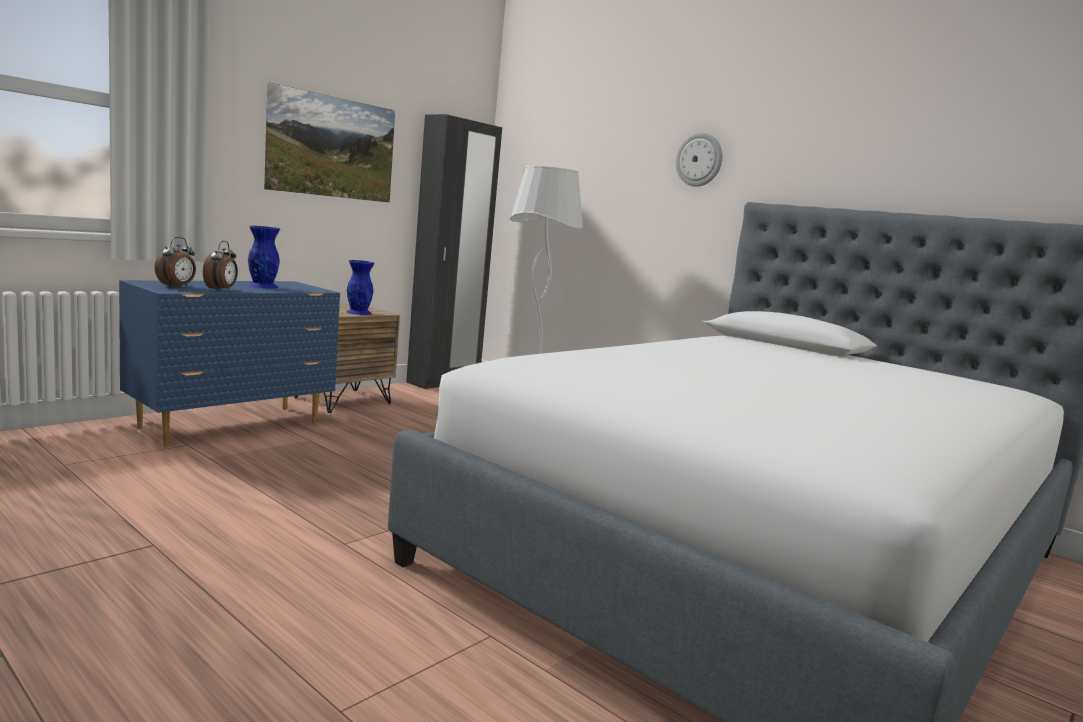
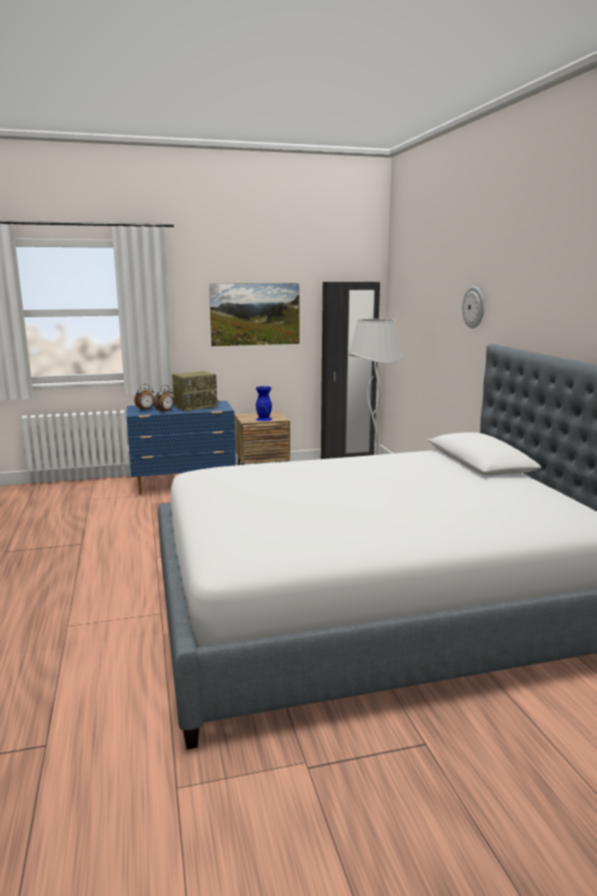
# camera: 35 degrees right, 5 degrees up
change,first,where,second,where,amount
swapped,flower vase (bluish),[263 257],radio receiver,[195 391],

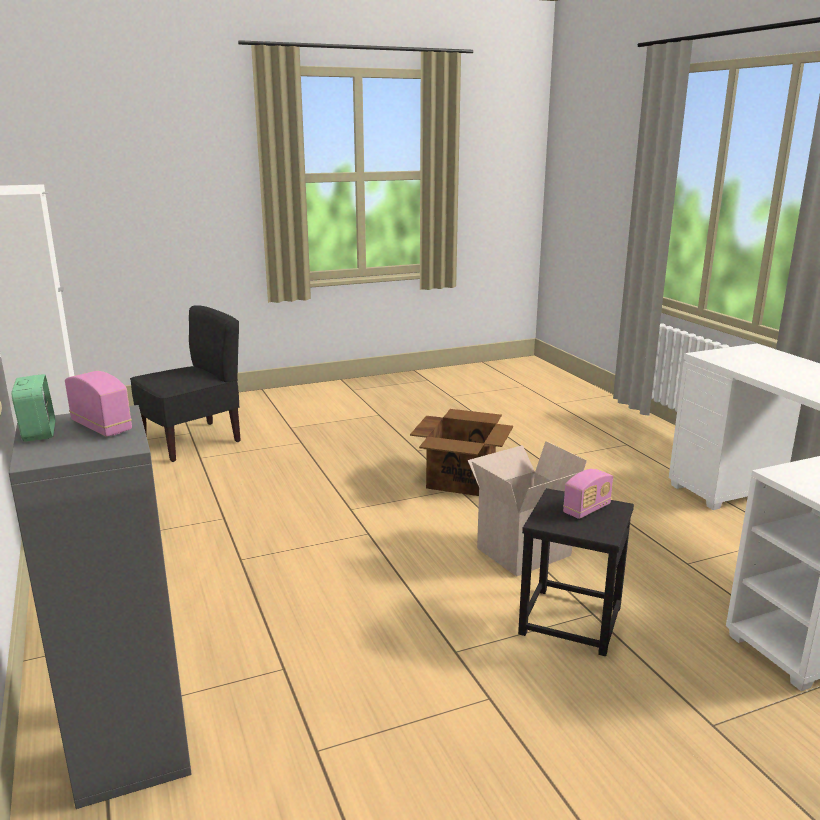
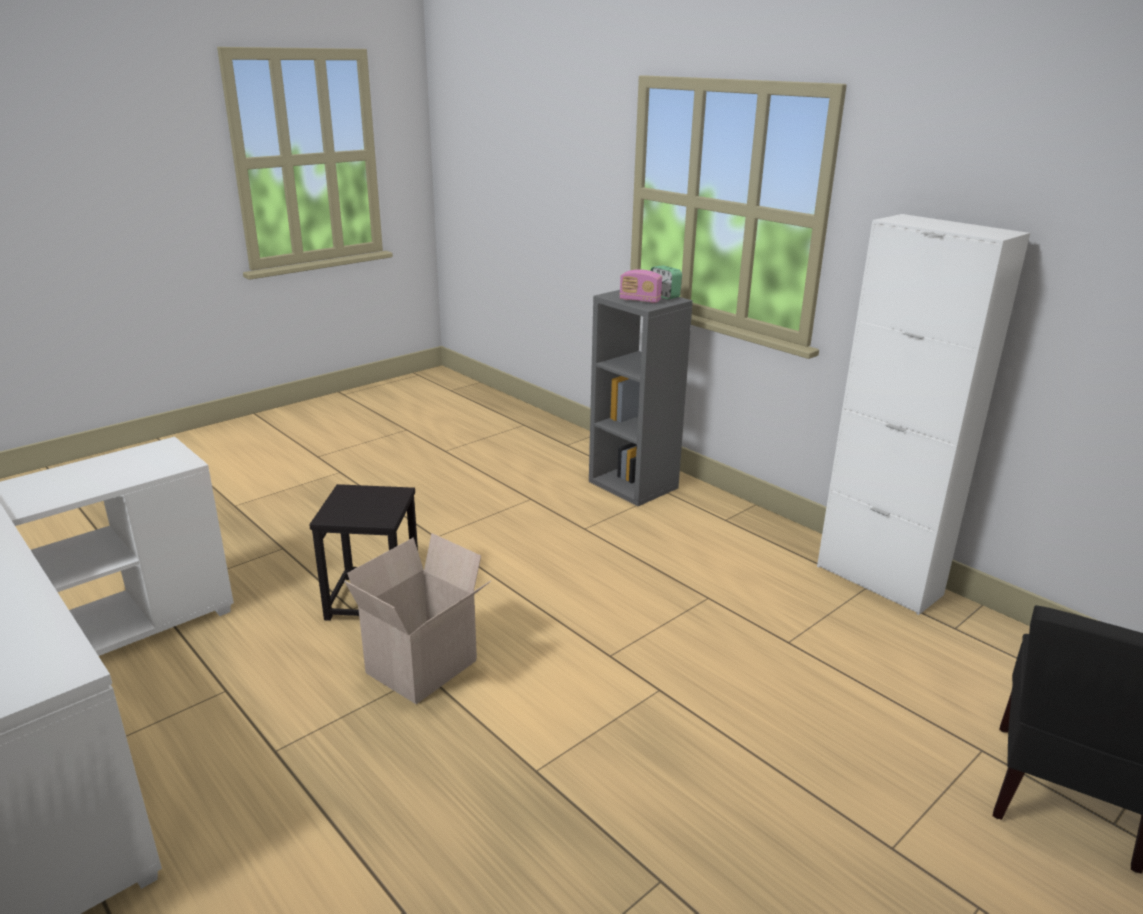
# camera: 160 degrees right, 5 degrees up
change,first,where,second,where,amount
gone,packing box,[461 452],,,
gone,radio receiver,[588 494],,,

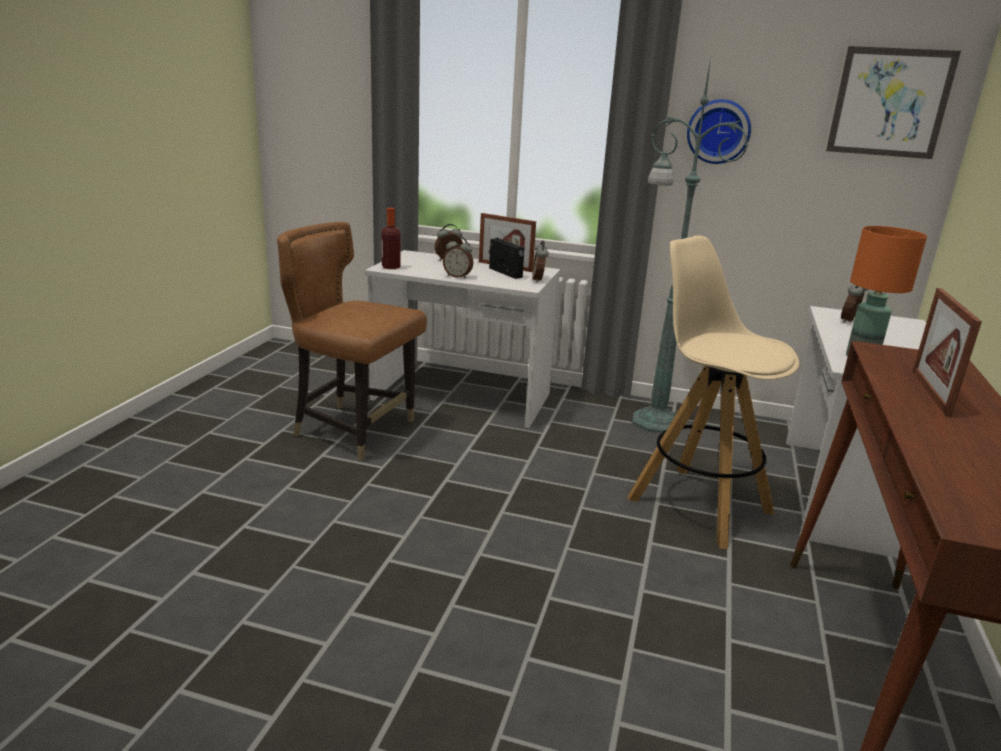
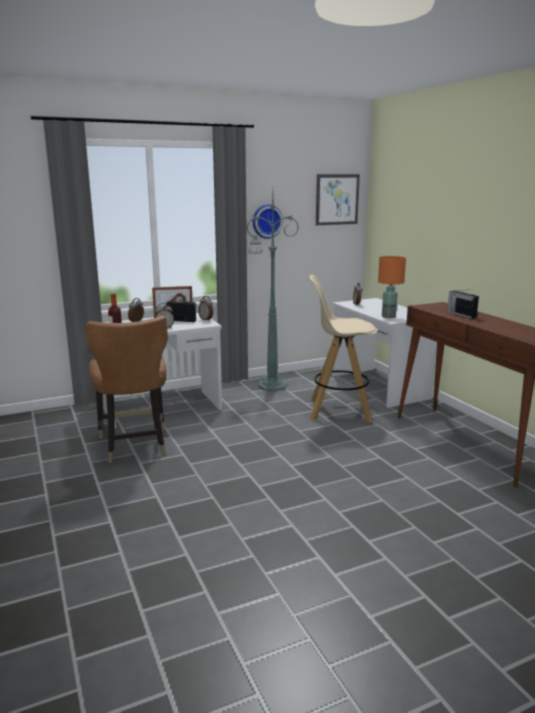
# camera: 40 degrees left, 5 degrees down
change,first,where,second,where,amount
rotated,upright chair (brown),[352 341],,[126 389],90 degrees counterclockwise
swapped,standing frame,[947 352],radio receiver,[463 304],

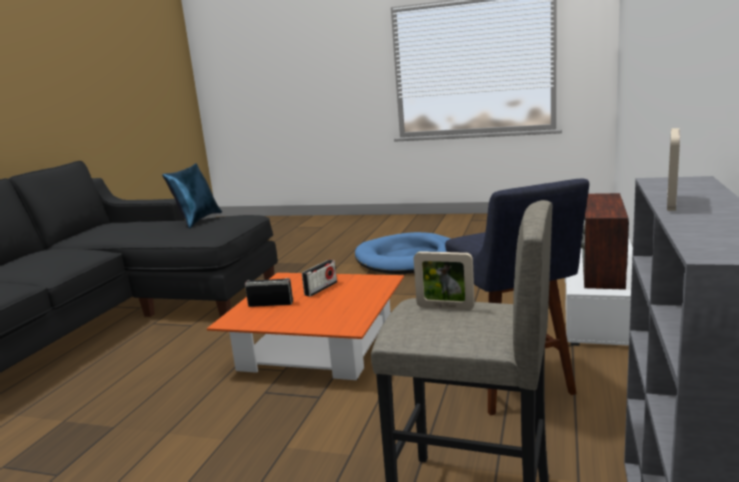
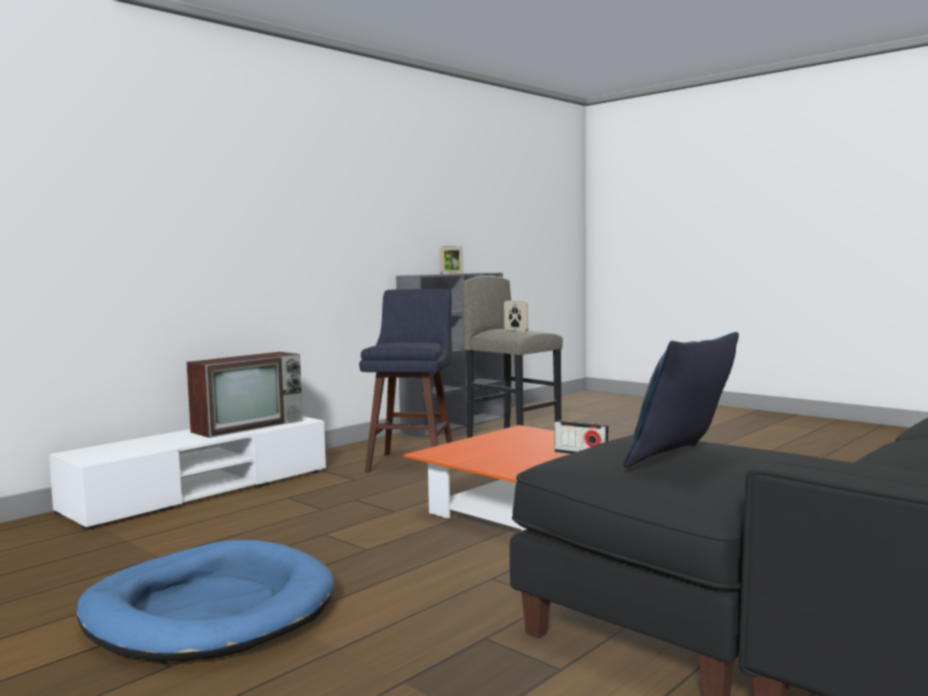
# camera: 155 degrees left, 10 degrees down
change,first,where,second,where,amount
gone,radio receiver,[319 278],,,

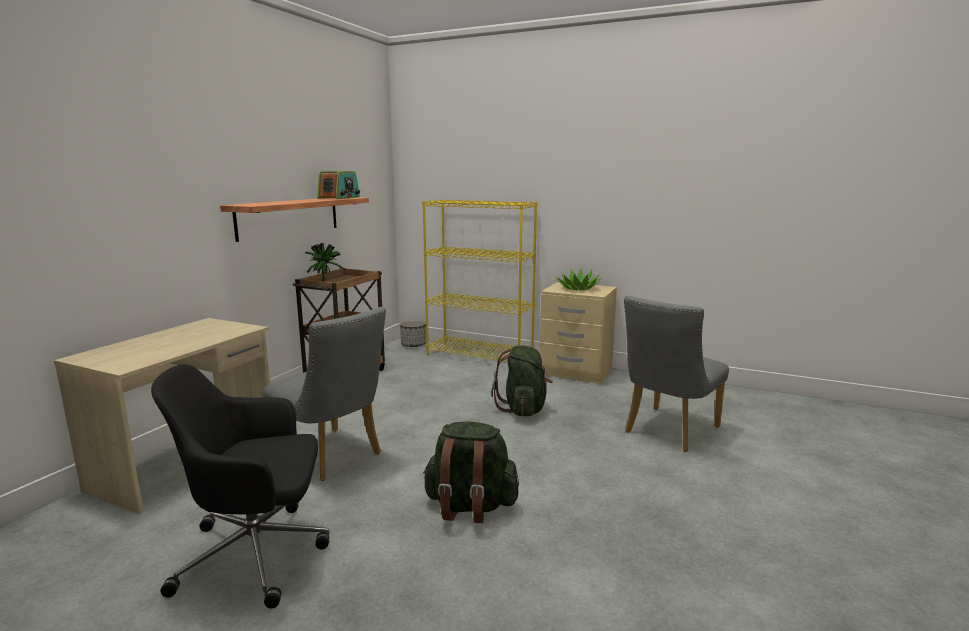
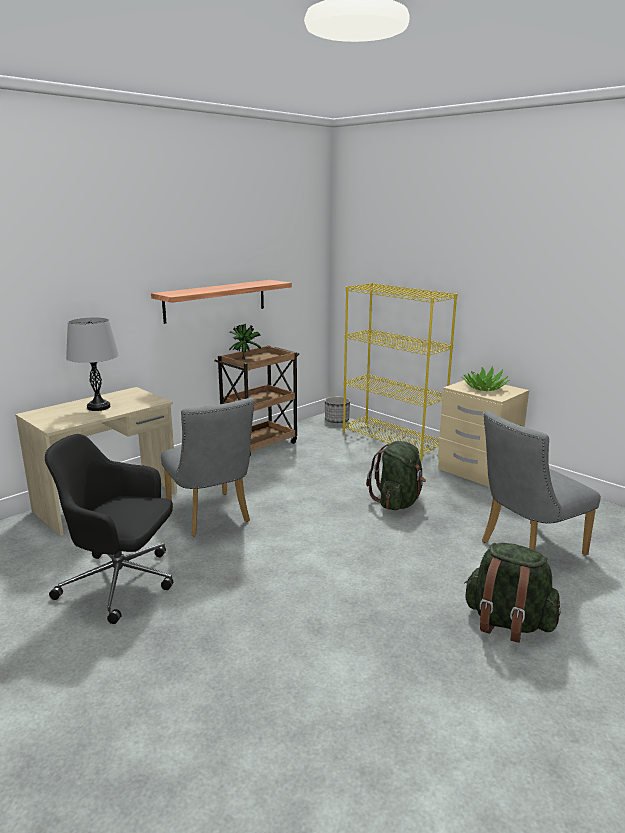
# camera: 20 degrees right, 5 degrees up
change,first,where,second,where,amount
gone,radio receiver,[338 185],,,
shifted,knapsack (green-coloured),[471 472],,[513 593],
new,,,table lamp (grey),[92 364],

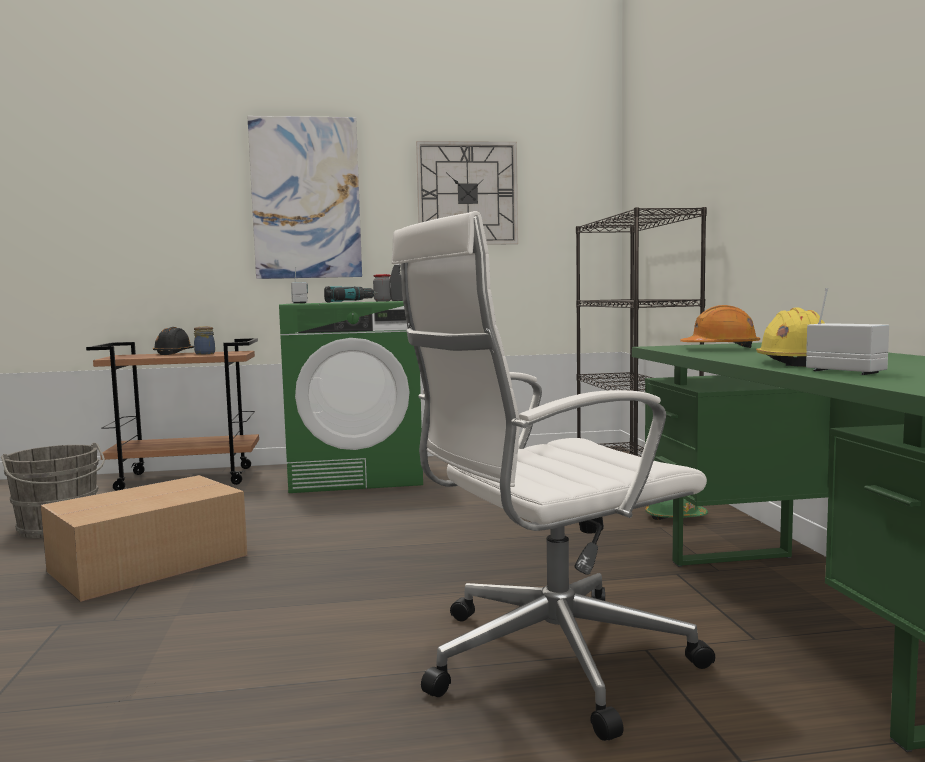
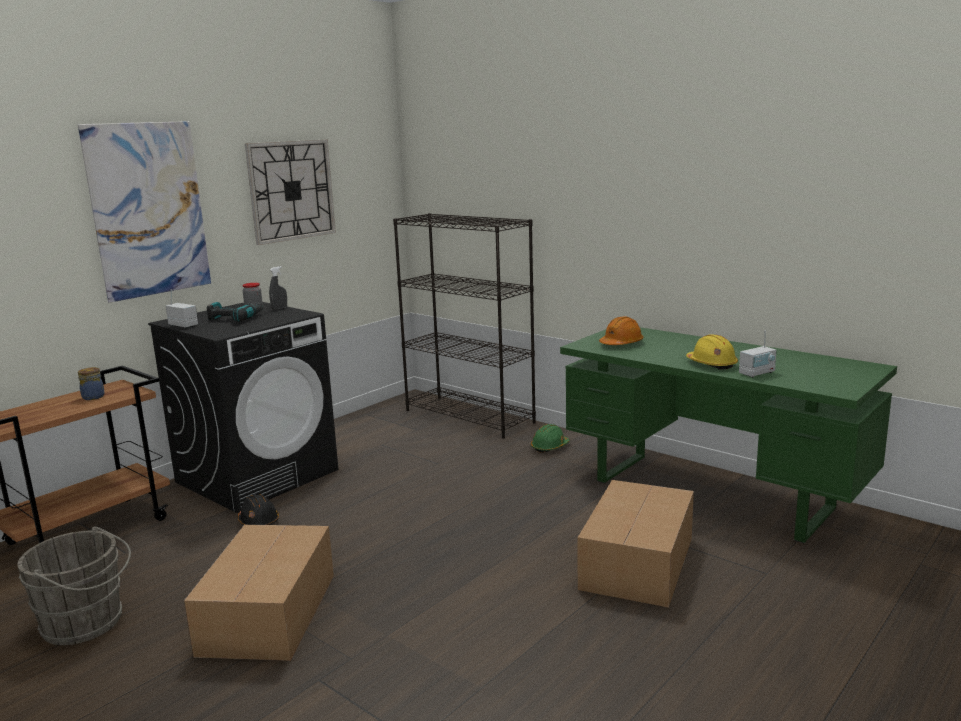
# camera: 40 degrees left, 10 degrees up
change,first,where,second,where,amount
shifted,safety helmet (blackish),[173 341],,[258 509],
repainted,laundry machine (green-coloured),[351 397],laundry machine (blackish),[243 407],
swapped,office chair (white-coloured),[553 476],packing box,[636 544],
rotated,radio receiver,[847 331],,[757 354],135 degrees clockwise

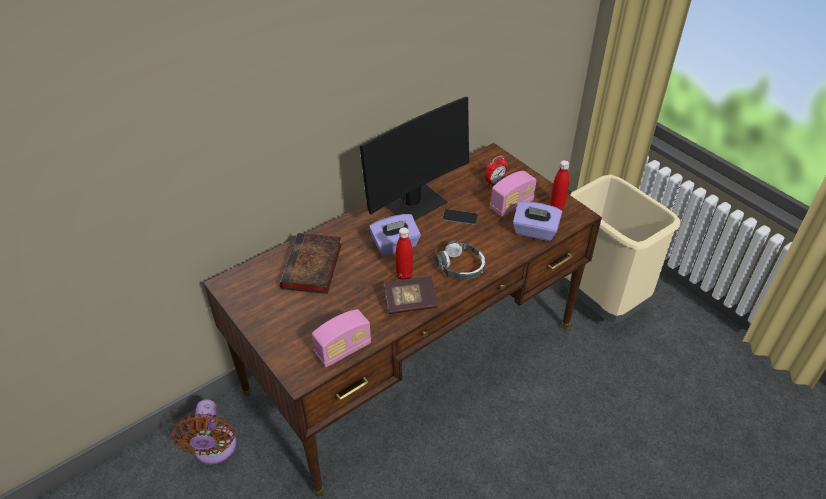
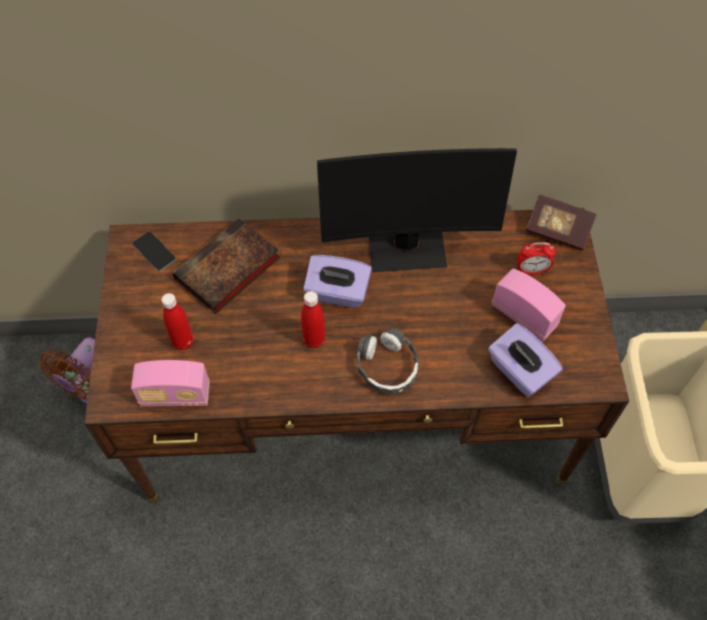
# camera: 35 degrees right, 15 degrees up
change,first,where,second,where,amount
shifted,bound book,[410 295],,[561 223],
shifted,telephone,[460 217],,[154 251],
rotated,radio receiver,[513 194],,[529 305],135 degrees counterclockwise
shifted,bottle (red-coloured),[560 185],,[177 321],

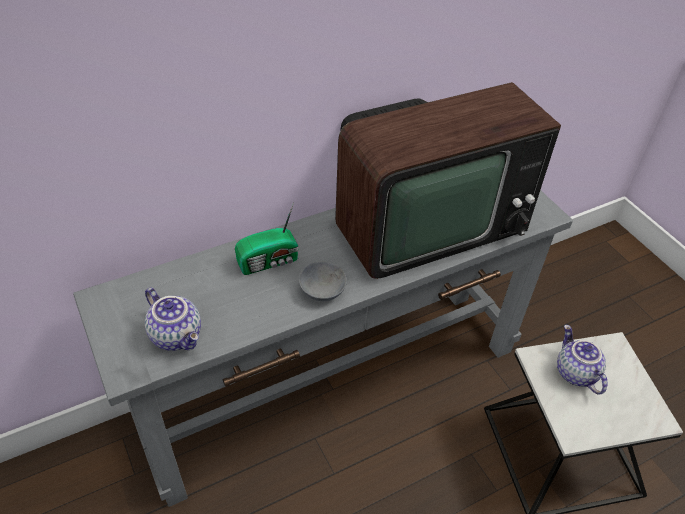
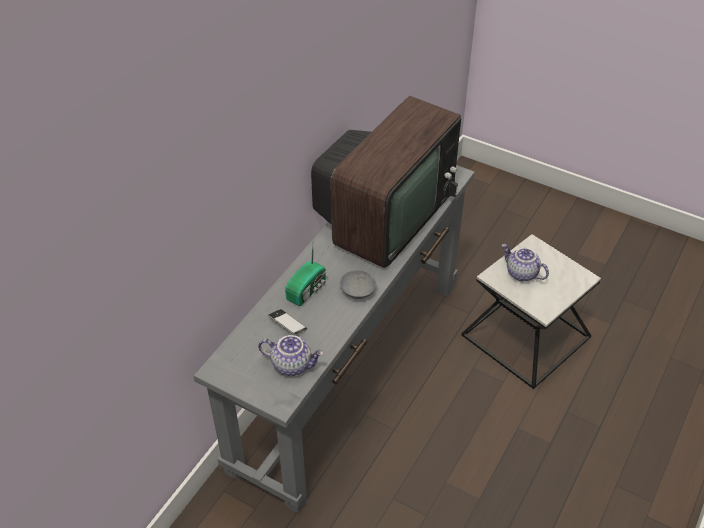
# camera: 30 degrees left, 0 degrees up
change,first,where,second,where,amount
new,,,telephone,[287 322],

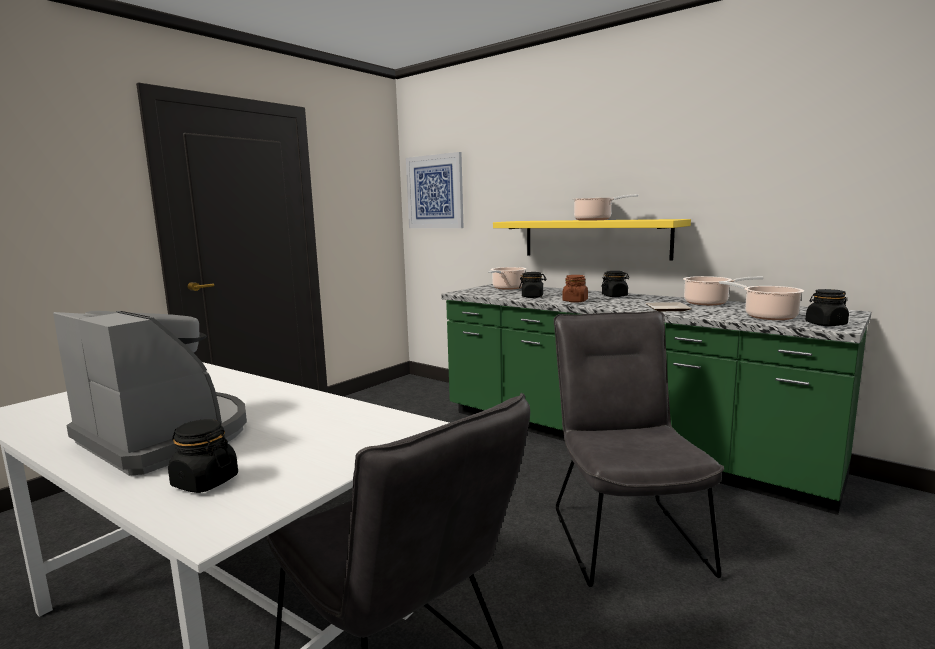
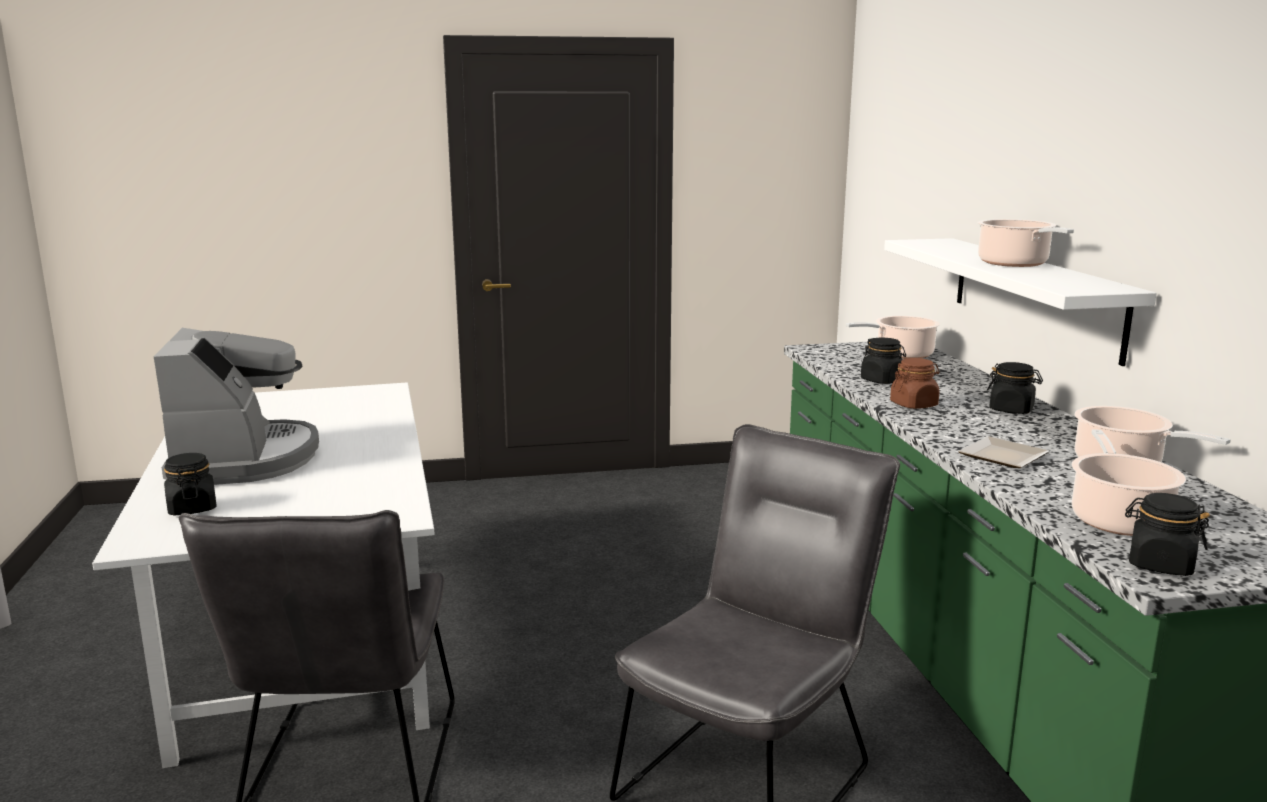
# camera: 40 degrees right, 5 degrees up
change,first,where,second,where,amount
gone,wall art,[434 190],,,
repainted,bracket shelf (yellowish),[592 240],bracket shelf (white-coloured),[1020 302],

